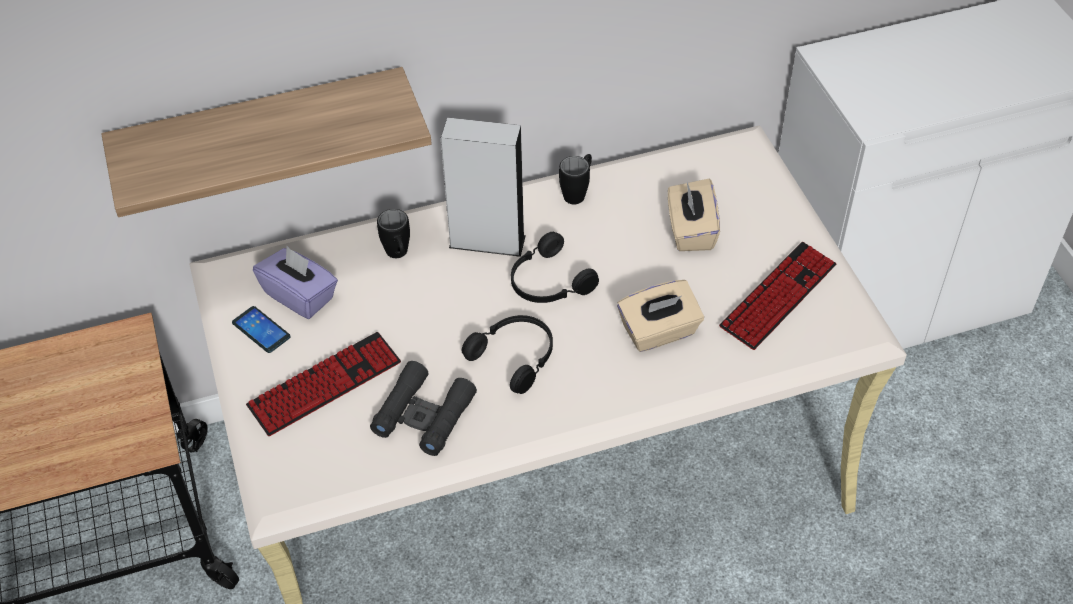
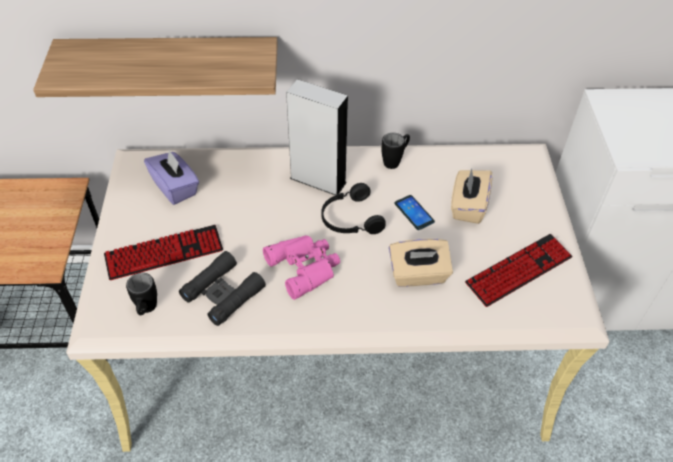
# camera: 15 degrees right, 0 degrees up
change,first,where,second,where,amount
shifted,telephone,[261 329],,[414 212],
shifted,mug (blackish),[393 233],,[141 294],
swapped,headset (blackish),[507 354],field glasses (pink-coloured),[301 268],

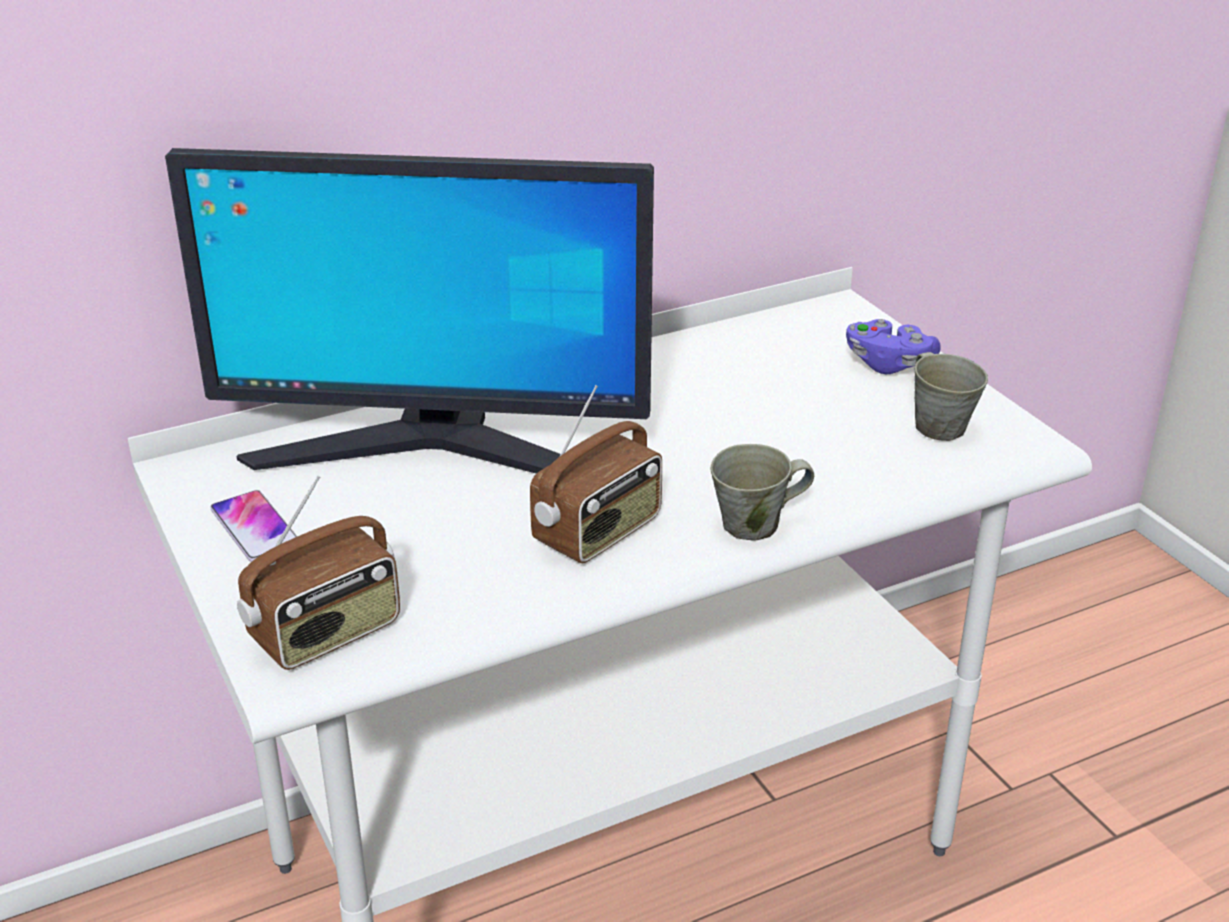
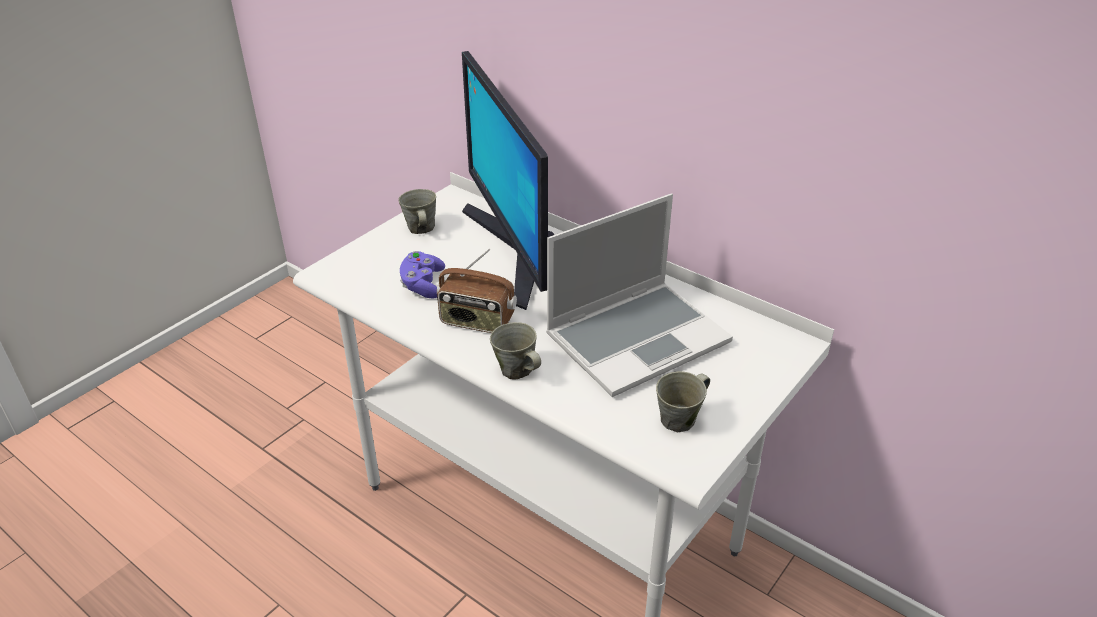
# camera: 65 degrees right, 5 degrees up
change,first,where,second,where,amount
swapped,telephone,[254 526],mug (grey),[417 211],
gone,radio receiver,[318 573],,,
shifted,gamepad (purplish),[893 346],,[422 274],
new,,,notebook computer,[639 295],

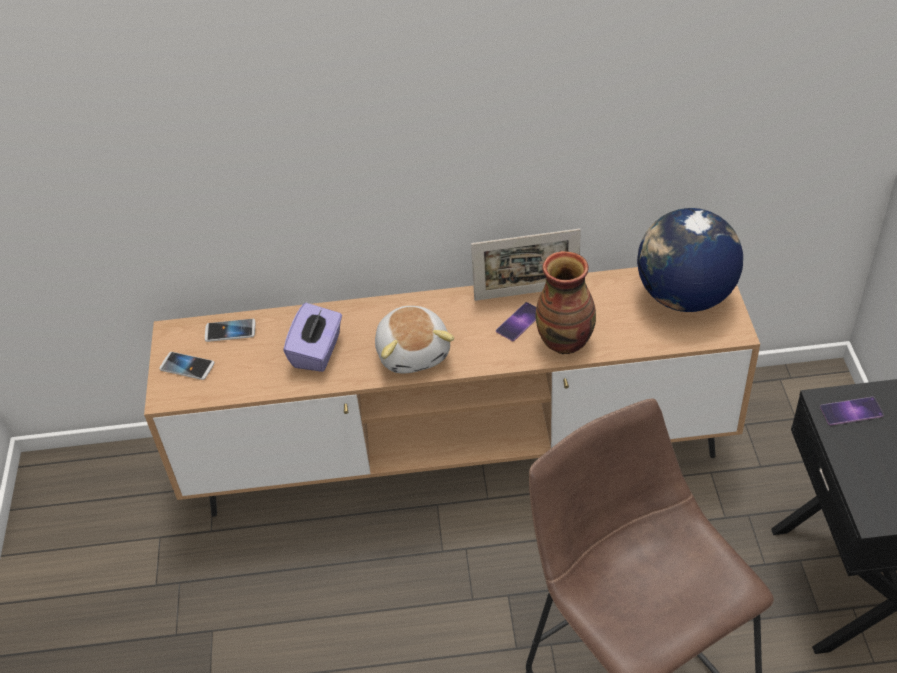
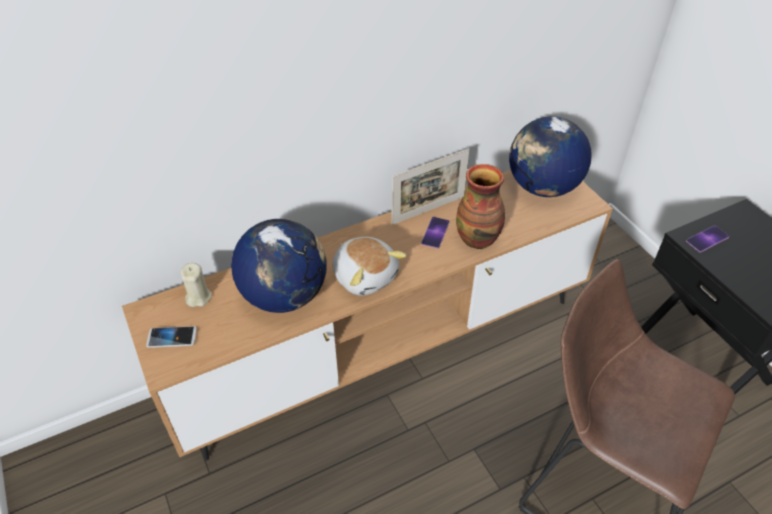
# camera: 25 degrees left, 0 degrees up
change,first,where,second,where,amount
swapped,telephone,[230 330],wax candle (beige-coloured),[196 285],
swapped,box of tissues (purplish),[312 337],world globe,[279 266],

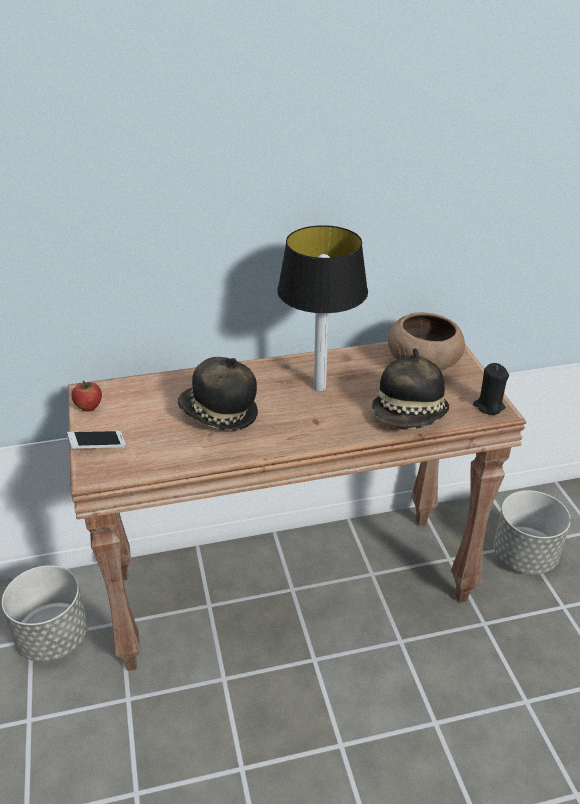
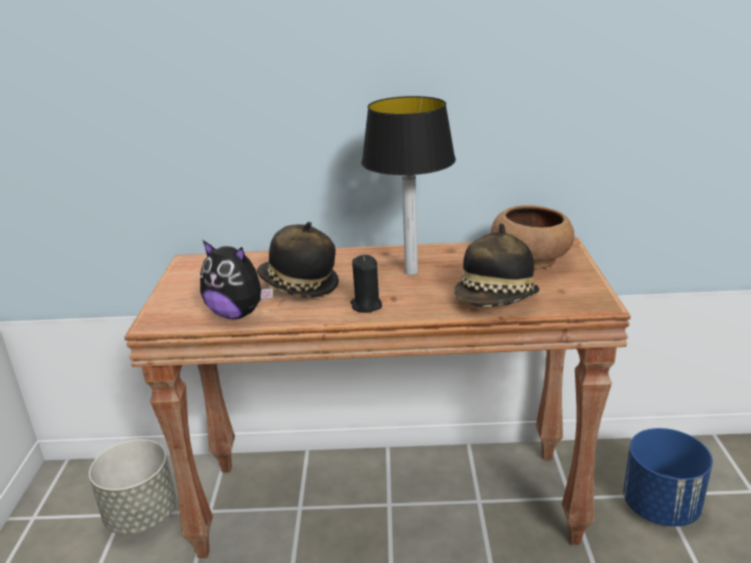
# camera: 15 degrees right, 10 degrees down
change,first,where,second,where,amount
gone,telephone,[96 440],,,
gone,apple fruit,[87 396],,,
shifted,wax candle (blackish),[491 389],,[366 284],
repainted,planter (grey),[532 532],planter (bluish),[668 477],
new,,,cuddly toy,[236 279],

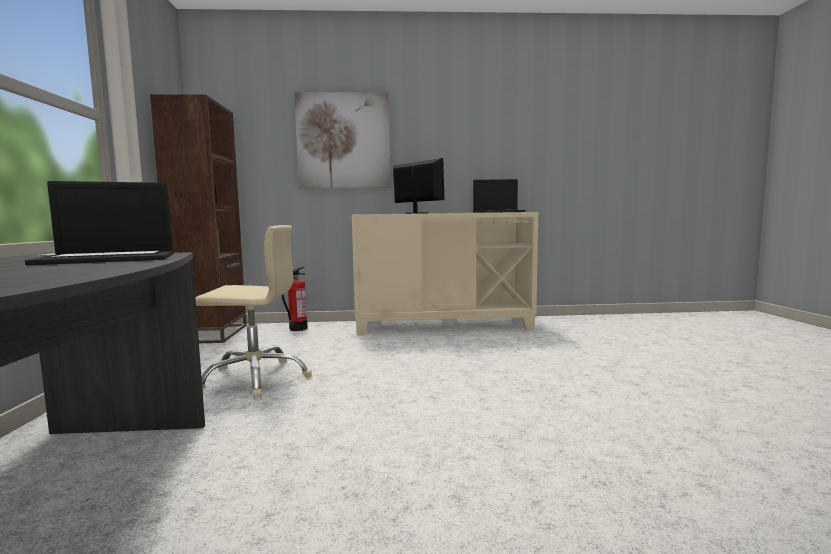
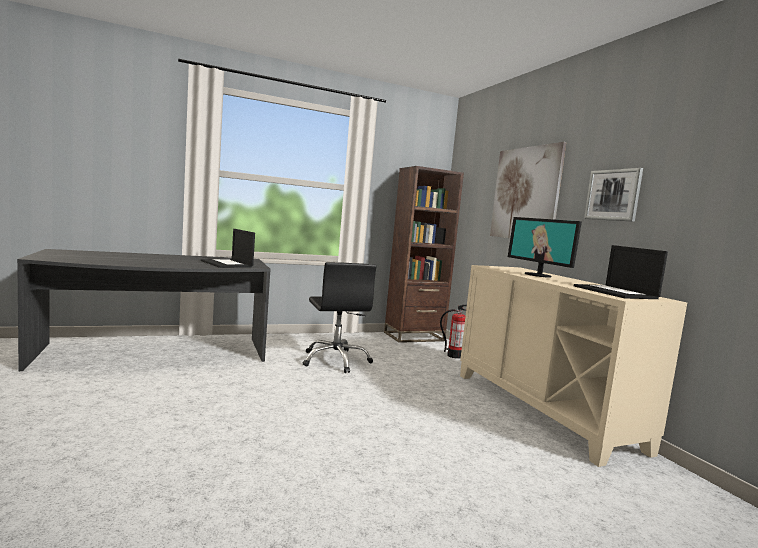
# camera: 70 degrees right, 0 degrees up
change,first,where,second,where,amount
repainted,office chair (beige-coloured),[253 311],office chair (blackish),[340 317],
rotated,computer display,[418 186],,[545 247],120 degrees clockwise
new,,,wall art,[613 195],

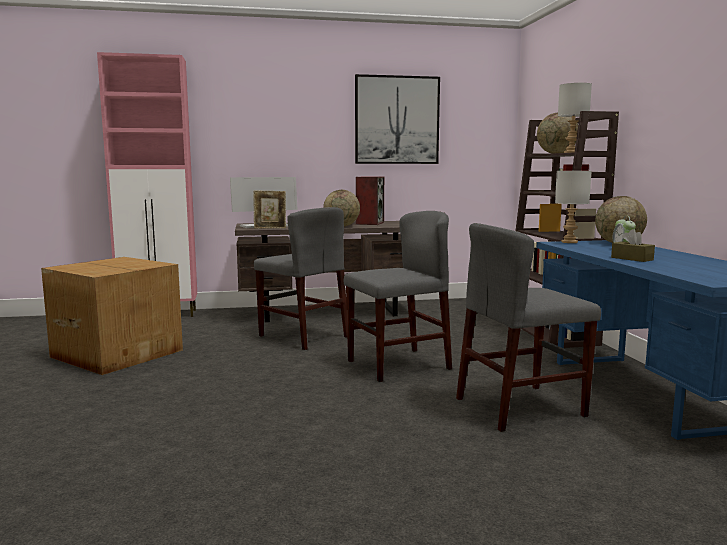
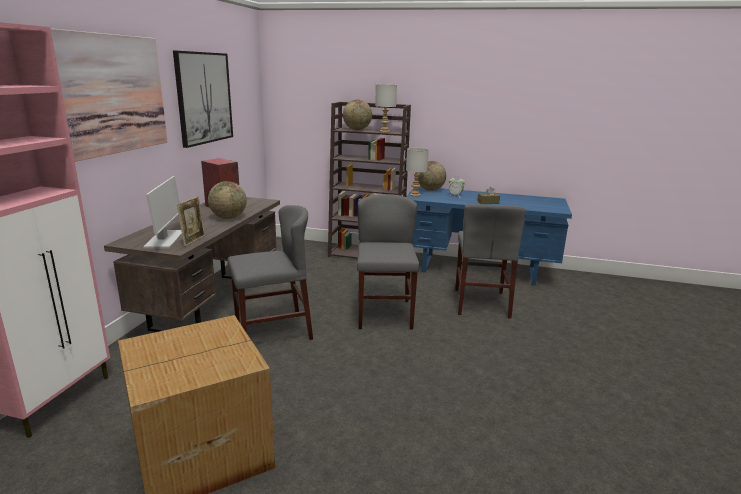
# camera: 65 degrees left, 10 degrees up
change,first,where,second,where,amount
new,,,wall art,[108 95],

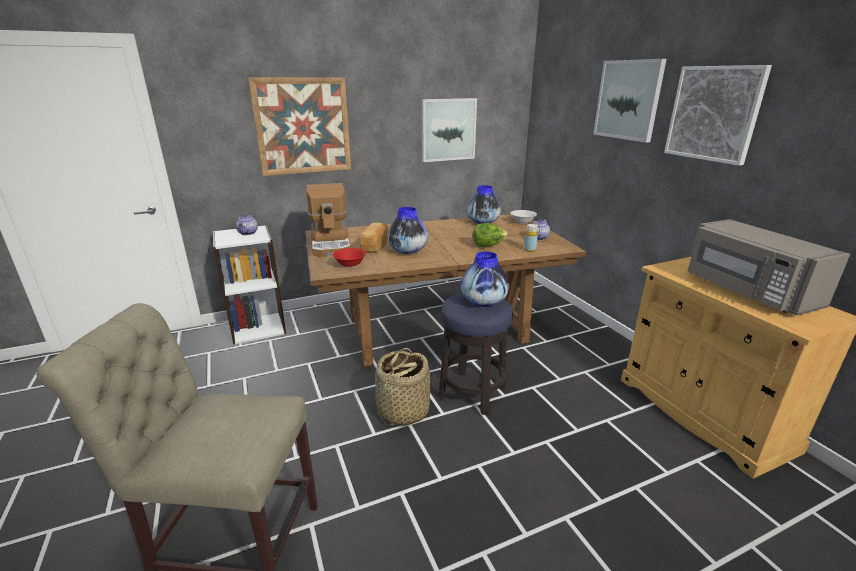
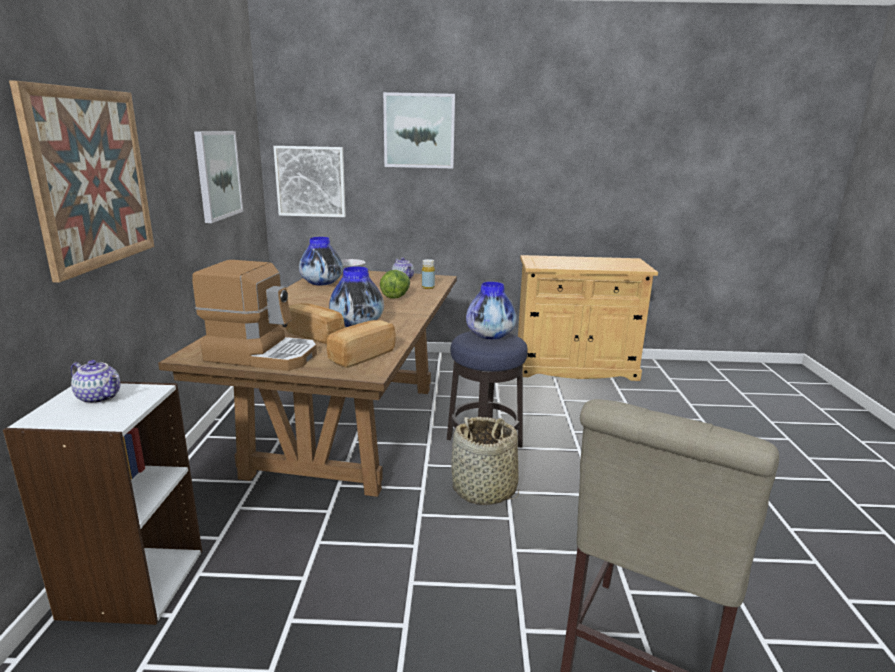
# camera: 65 degrees left, 5 degrees down
change,first,where,second,where,amount
swapped,deep dish (red-coloured),[349 258],bread,[361 344],
shifted,wall art,[718 115],,[309 181],
gone,microwave (grey),[768 267],,,

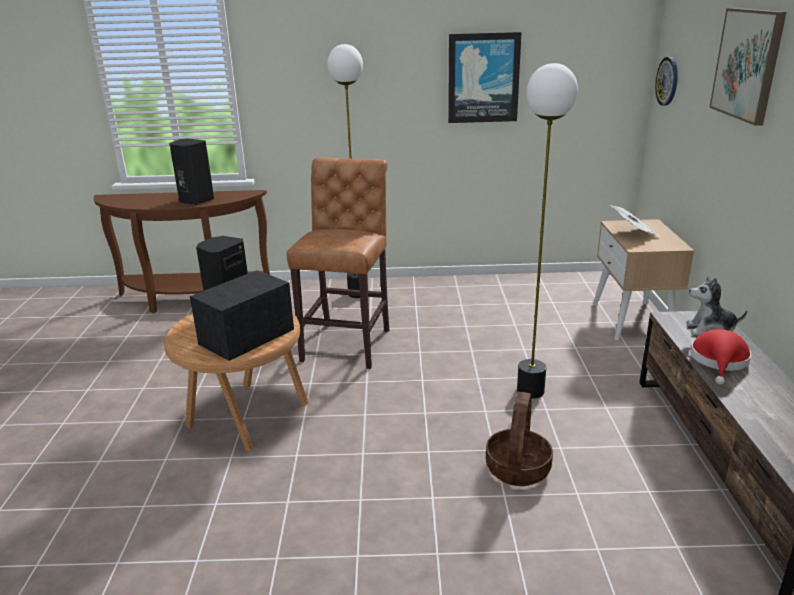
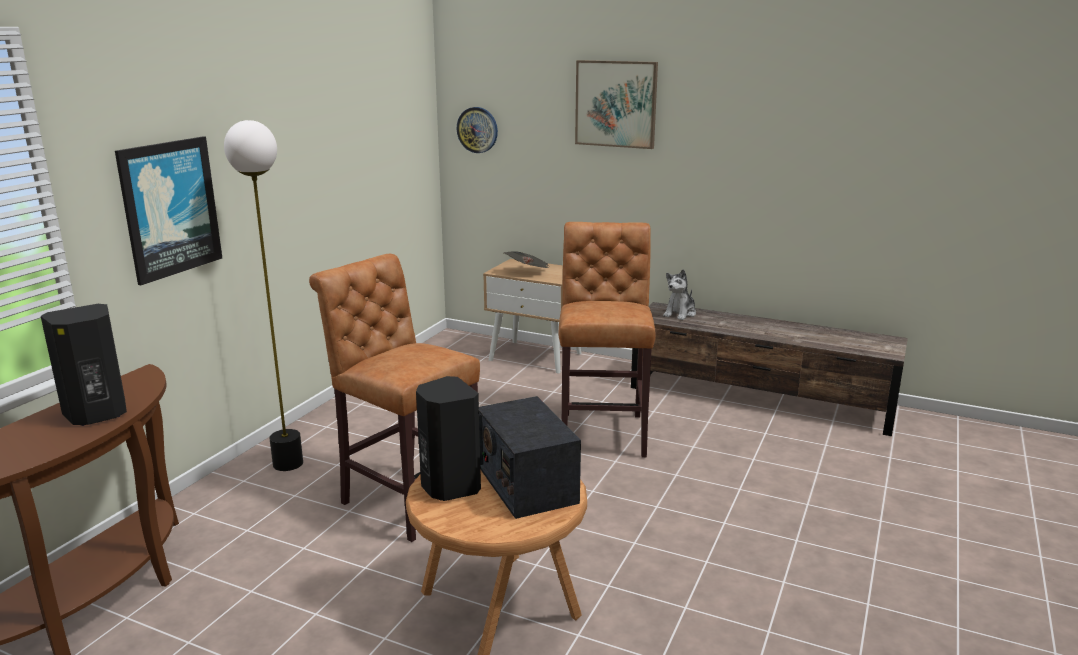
# camera: 65 degrees left, 5 degrees down
change,first,where,second,where,amount
shifted,wall art,[484 77],,[168 210],
gone,basket,[519 439],,,
swapped,floor lamp,[547 231],sitting stool (brown),[607 340],
gone,clothing hat (red-coloured),[720 357],,,

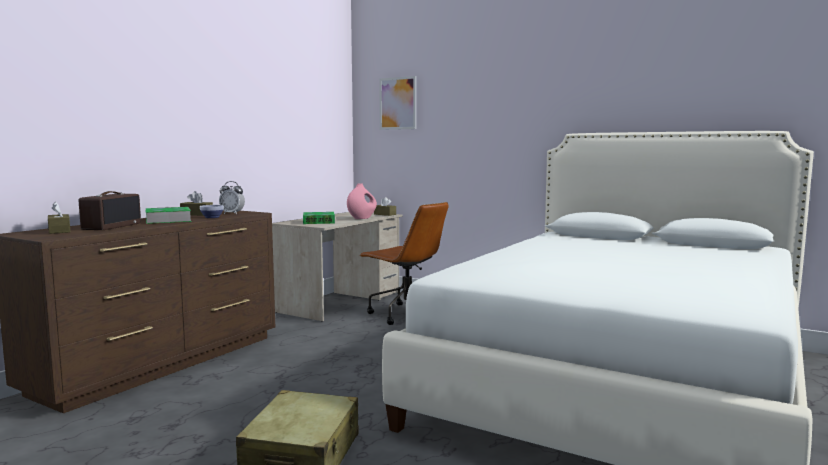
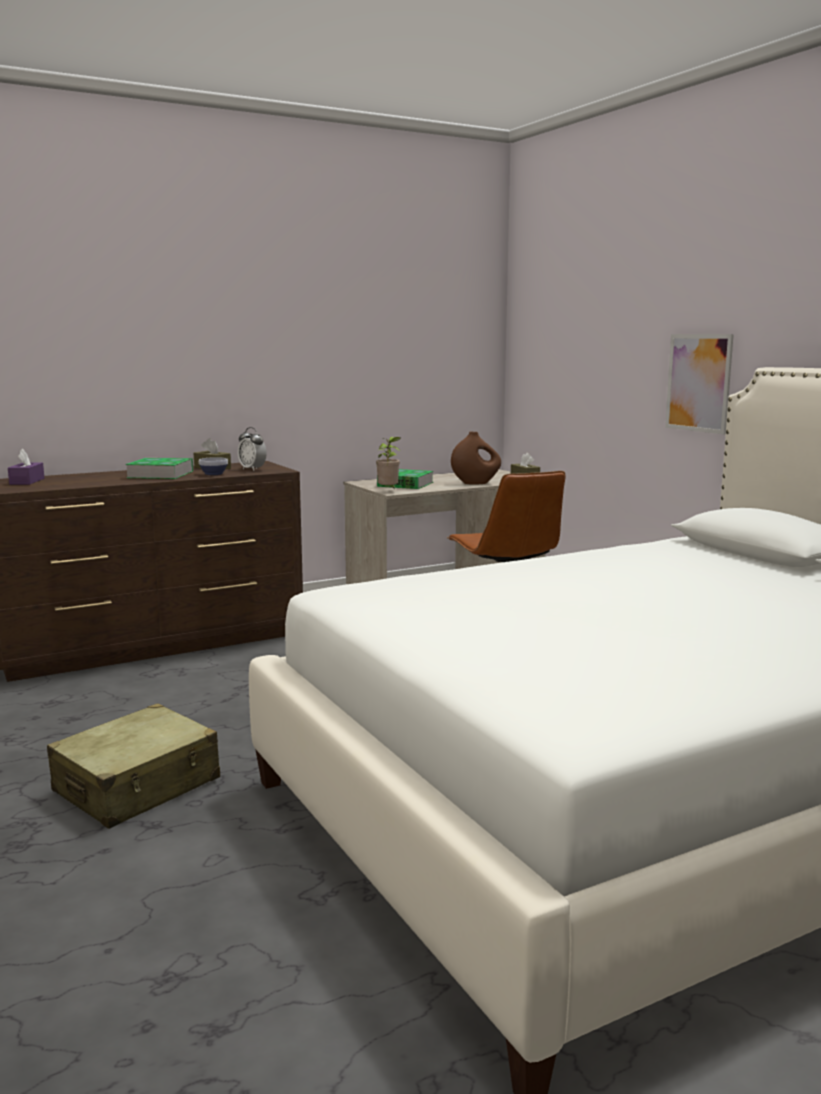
# camera: 30 degrees right, 5 degrees up
change,first,where,second,where,amount
repainted,box of tissues (brown),[59 218],box of tissues (purplish),[26 467],
gone,radio receiver,[110 210],,,
repainted,flower vase (pink-coloured),[362 201],flower vase (brown),[476 458],
shifted,wall art,[397 103],,[699 384],
new,,,potted plant,[388 463],

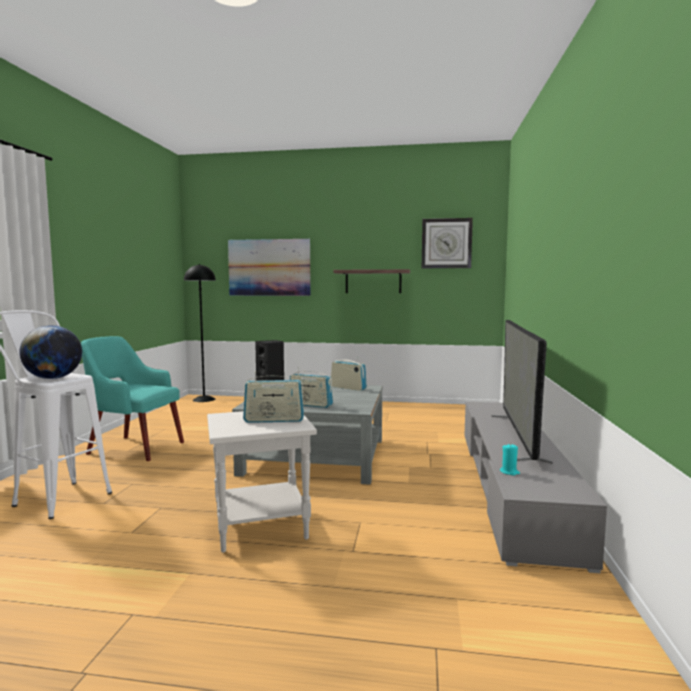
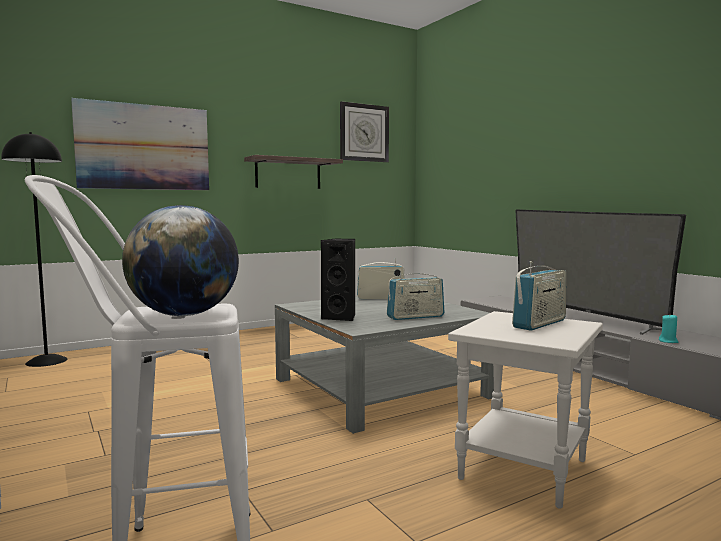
# camera: 40 degrees left, 0 degrees up
change,first,where,second,where,amount
gone,lounge chair (turquoise-coloured),[132 398],,,

